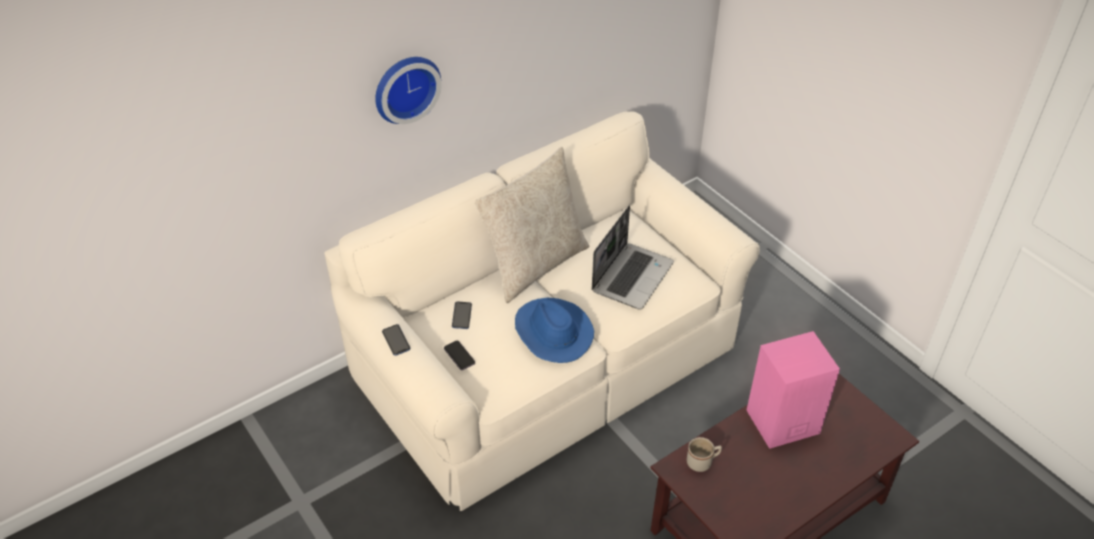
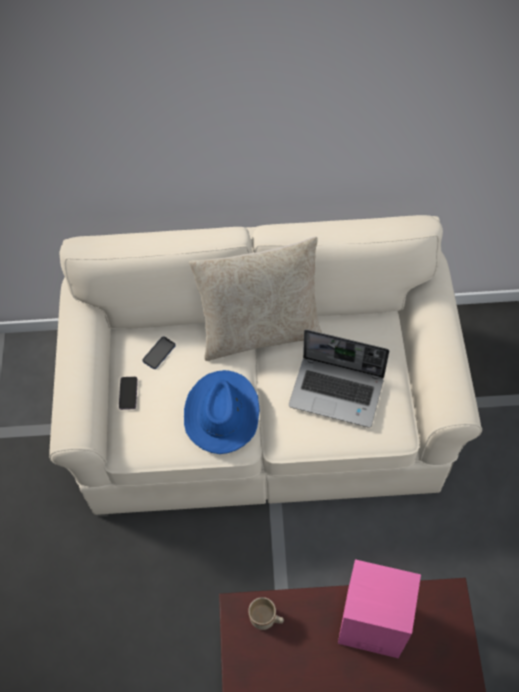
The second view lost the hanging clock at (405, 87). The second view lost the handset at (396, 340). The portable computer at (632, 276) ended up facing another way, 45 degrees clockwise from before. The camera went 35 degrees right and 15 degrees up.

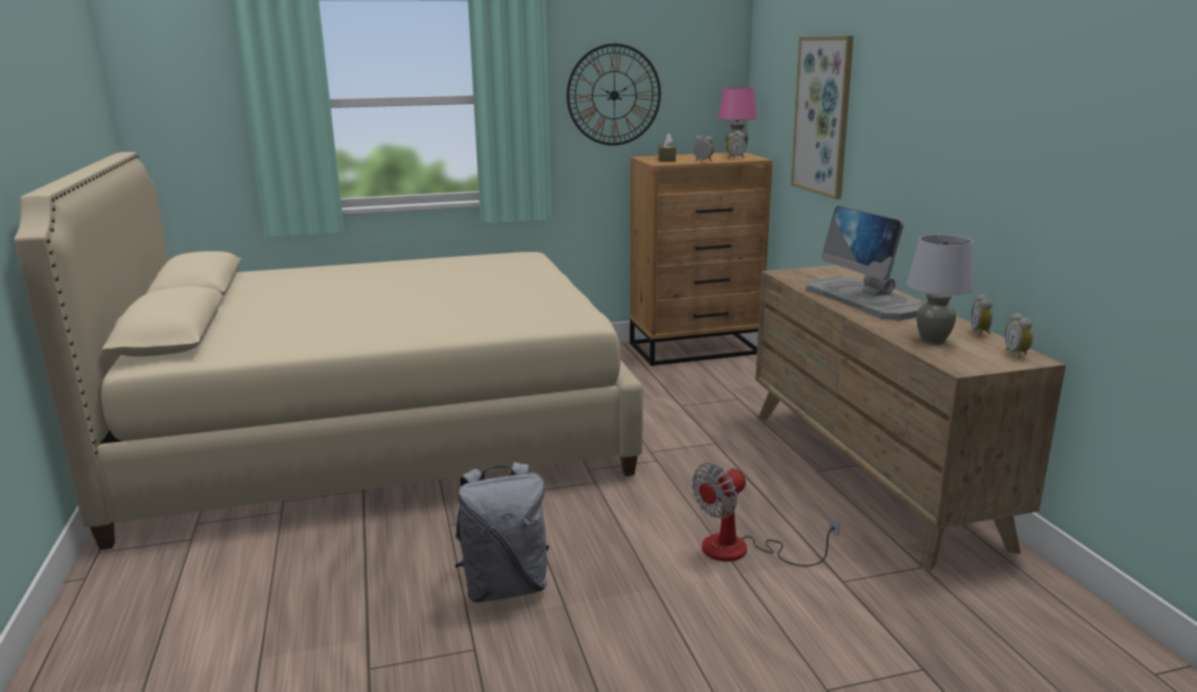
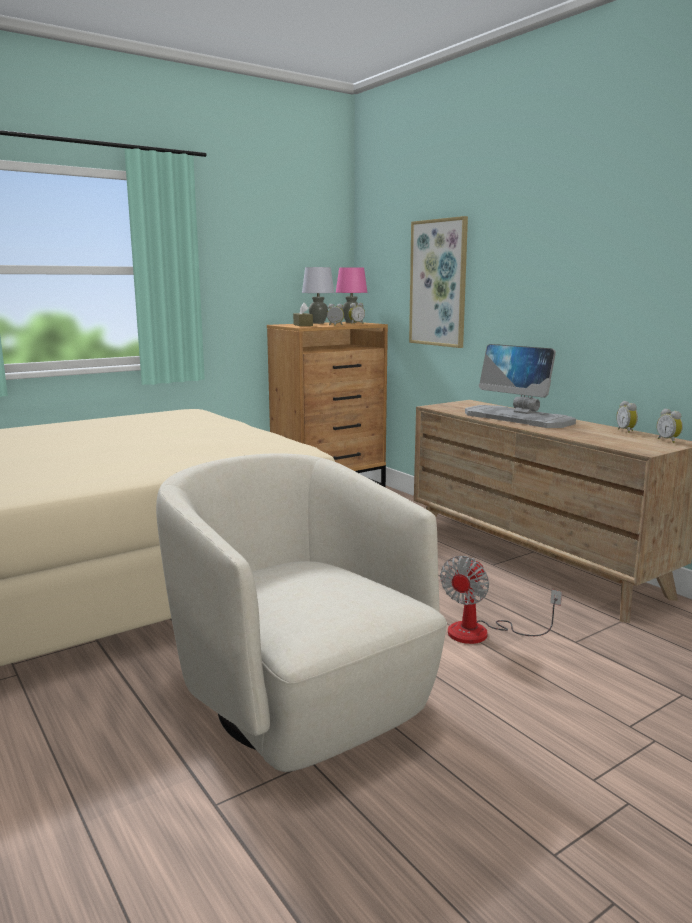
Where the backpack (greyish) stood at (505, 587), the easy chair (sand-coloured) came to stand at (301, 700). The second view lost the hanging clock at (614, 95). The table lamp (greyish) ended up elsewhere, having gone from (933, 341) to (318, 323). The camera went 20 degrees left and 5 degrees down.

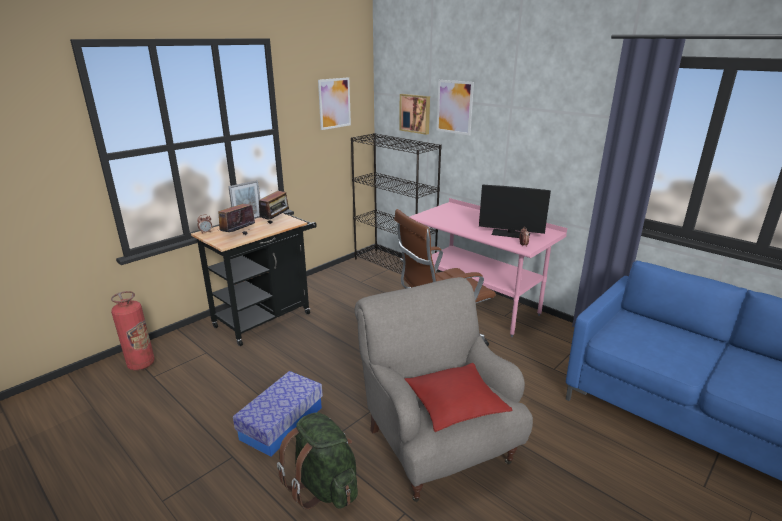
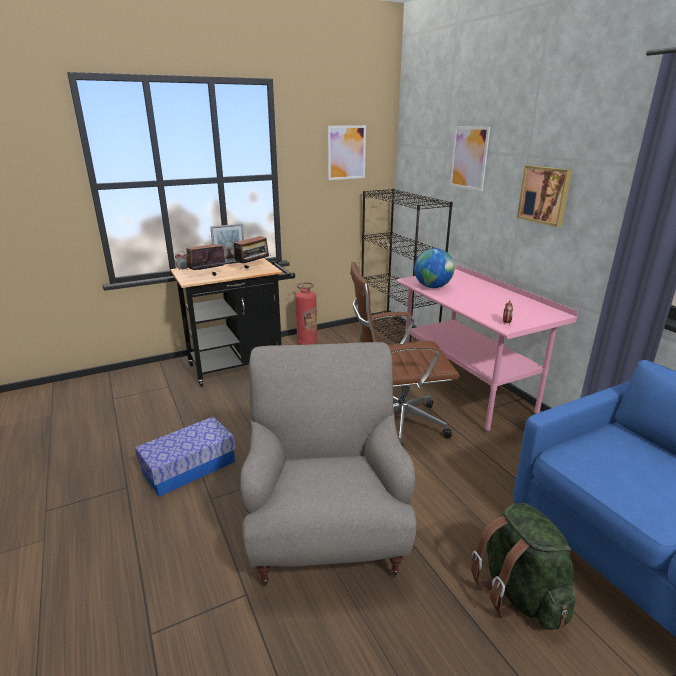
The fire extinguisher ended up elsewhere, having gone from (141, 364) to (307, 344). The backpack (green-coloured) ended up elsewhere, having gone from (324, 486) to (519, 593). The wall art ended up elsewhere, having gone from (415, 113) to (545, 195). The second view lost the cushion (red) at (455, 404). The second view lost the computer display at (510, 234). The second view gained the desk globe at (432, 287). The camera went 20 degrees right and 0 degrees up.

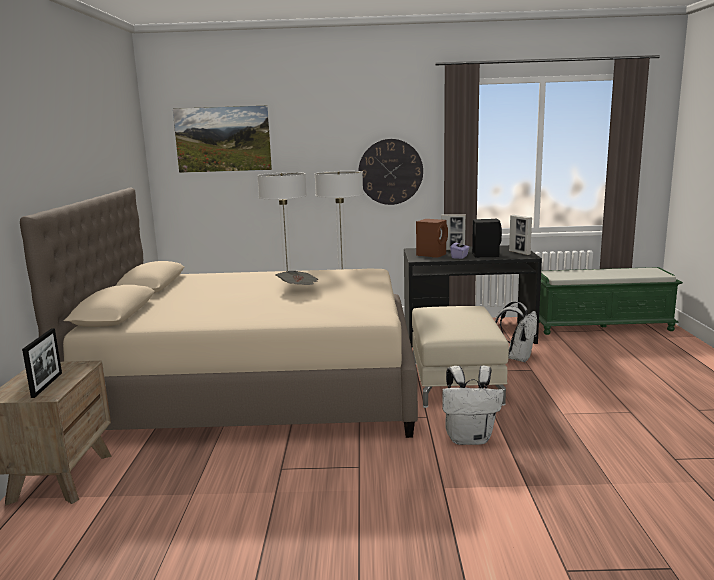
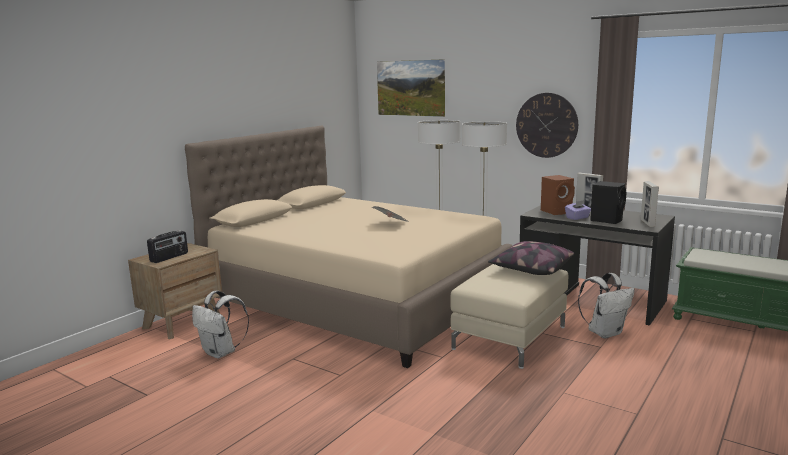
Where the photo frame stood at (47, 385), the radio receiver came to stand at (169, 257). The backpack (white-coloured) ended up elsewhere, having gone from (469, 438) to (221, 352). The second view gained the cushion at (531, 270). The camera went 35 degrees right and 0 degrees up.

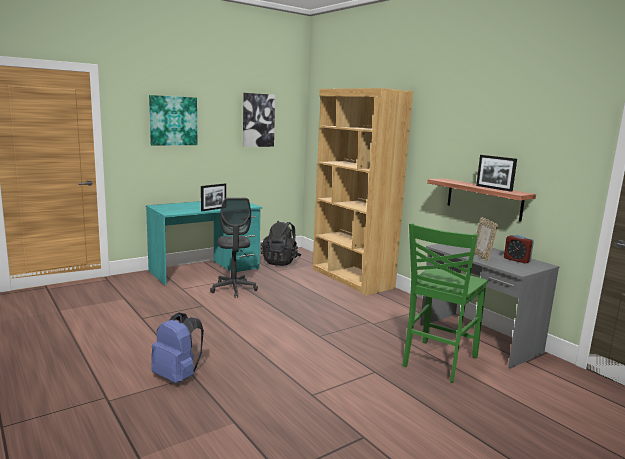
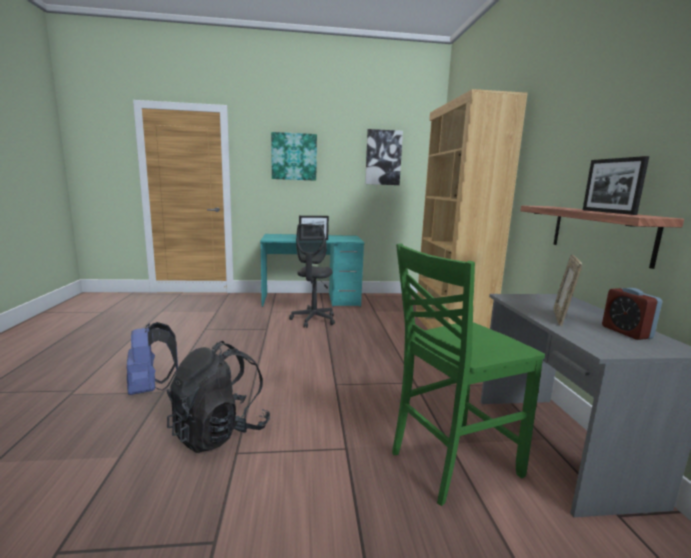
The backpack (black) ended up elsewhere, having gone from (280, 262) to (220, 432). The camera went 30 degrees right and 0 degrees up.

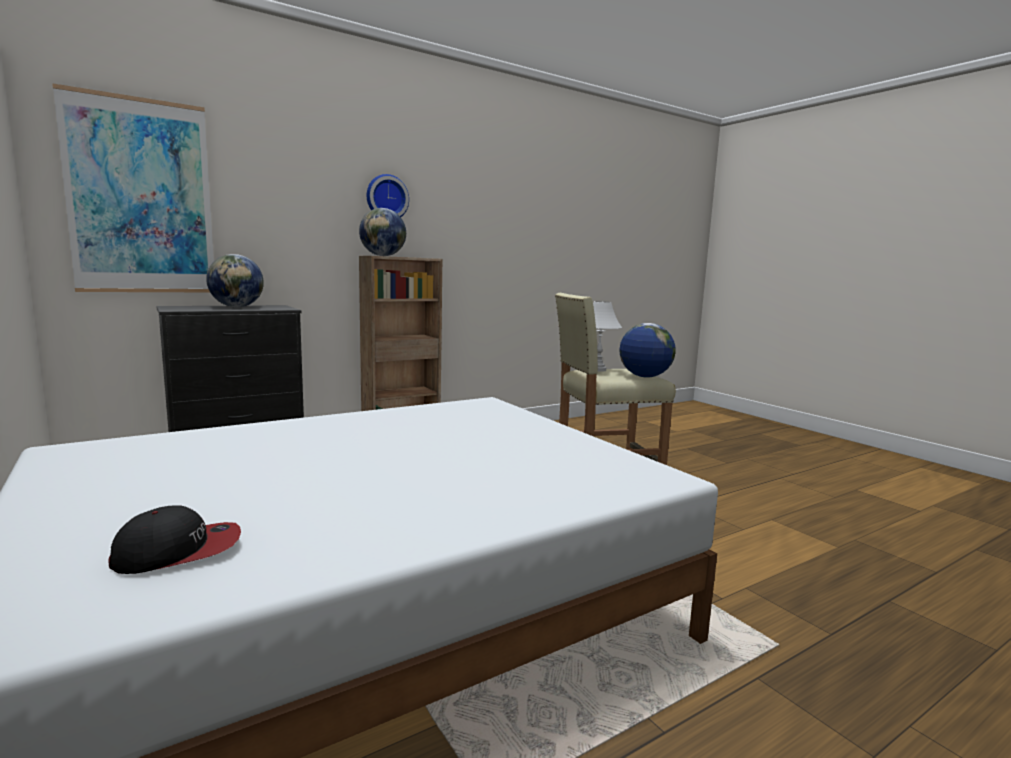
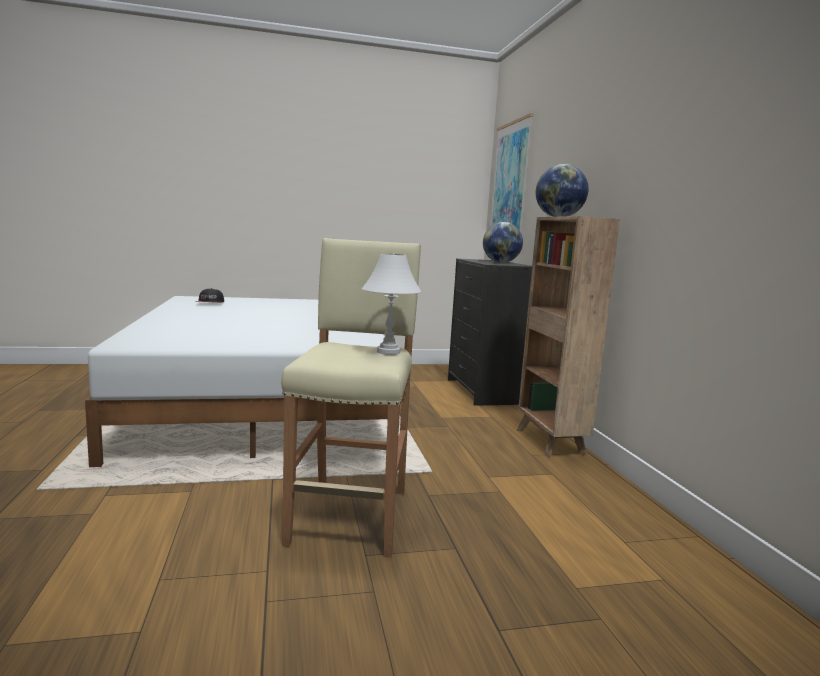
The second view lost the hanging clock at (386, 198). The second view lost the desk globe at (644, 377). The camera went 110 degrees right and 0 degrees up.

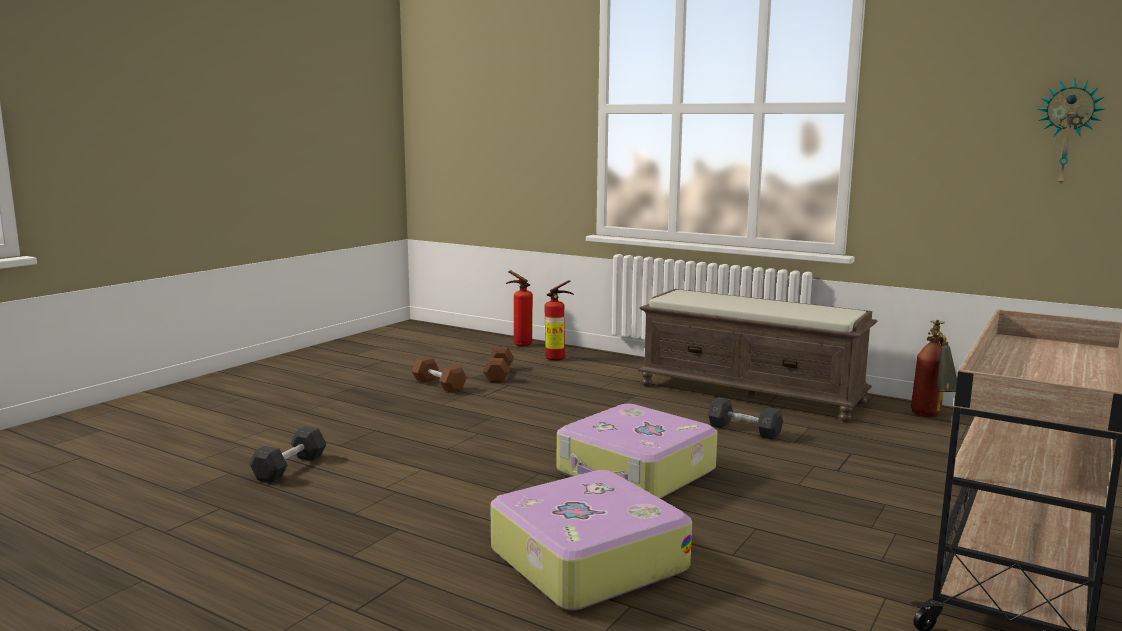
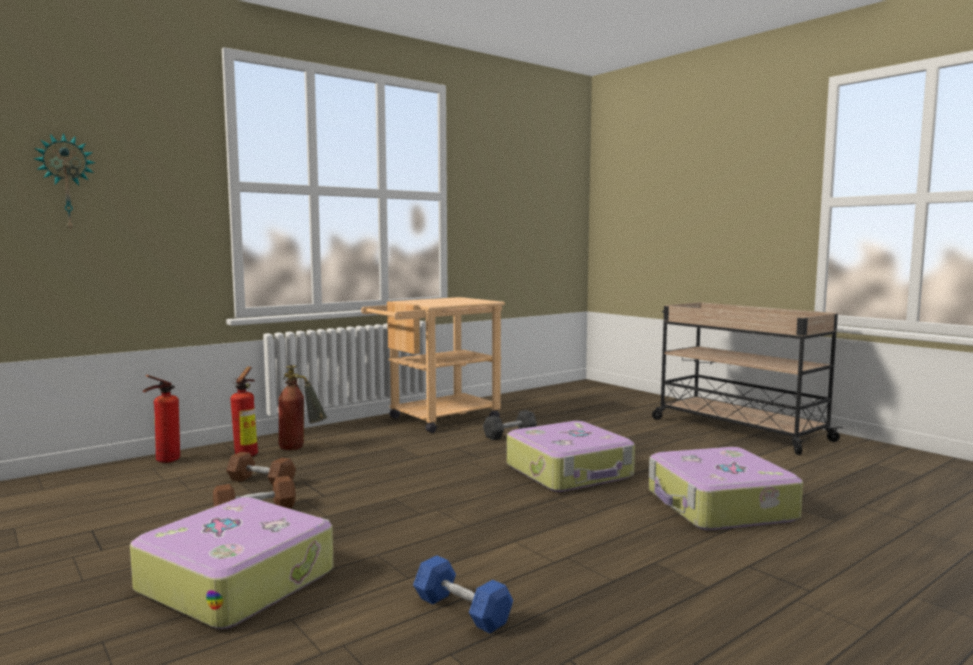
What was the hand weight (greyish) at (290, 467) turned into the hand weight (bluish) at (462, 610). Where the long seat (brown-coloured) stood at (752, 393), the cart (sand-coloured) came to stand at (436, 420). The fire extinguisher ended up elsewhere, having gone from (931, 417) to (301, 448). The hanging clock ended up elsewhere, having gone from (1067, 133) to (66, 183). The second view gained the travel case at (237, 580). The camera went 70 degrees left and 5 degrees down.

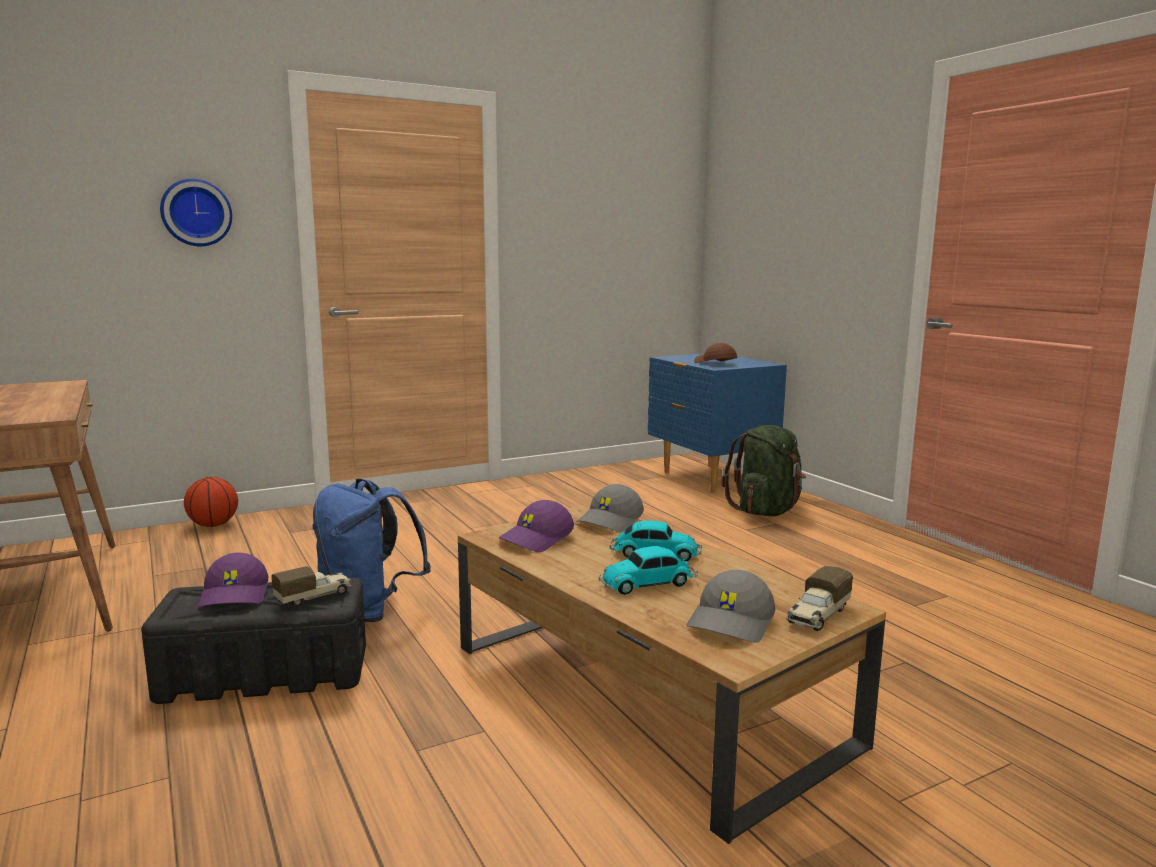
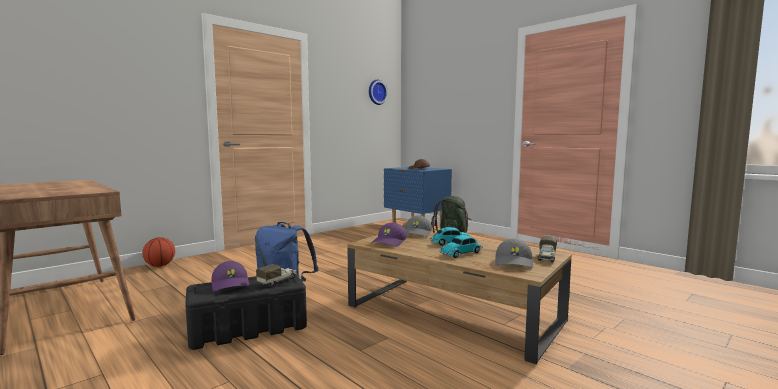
The hanging clock ended up elsewhere, having gone from (196, 213) to (376, 92). The camera went 15 degrees left and 5 degrees down.

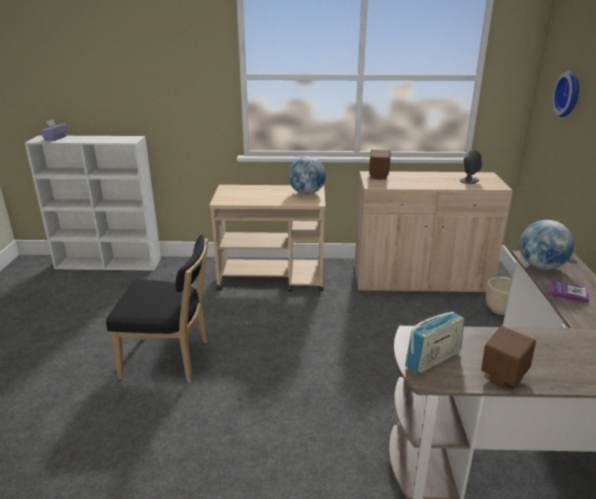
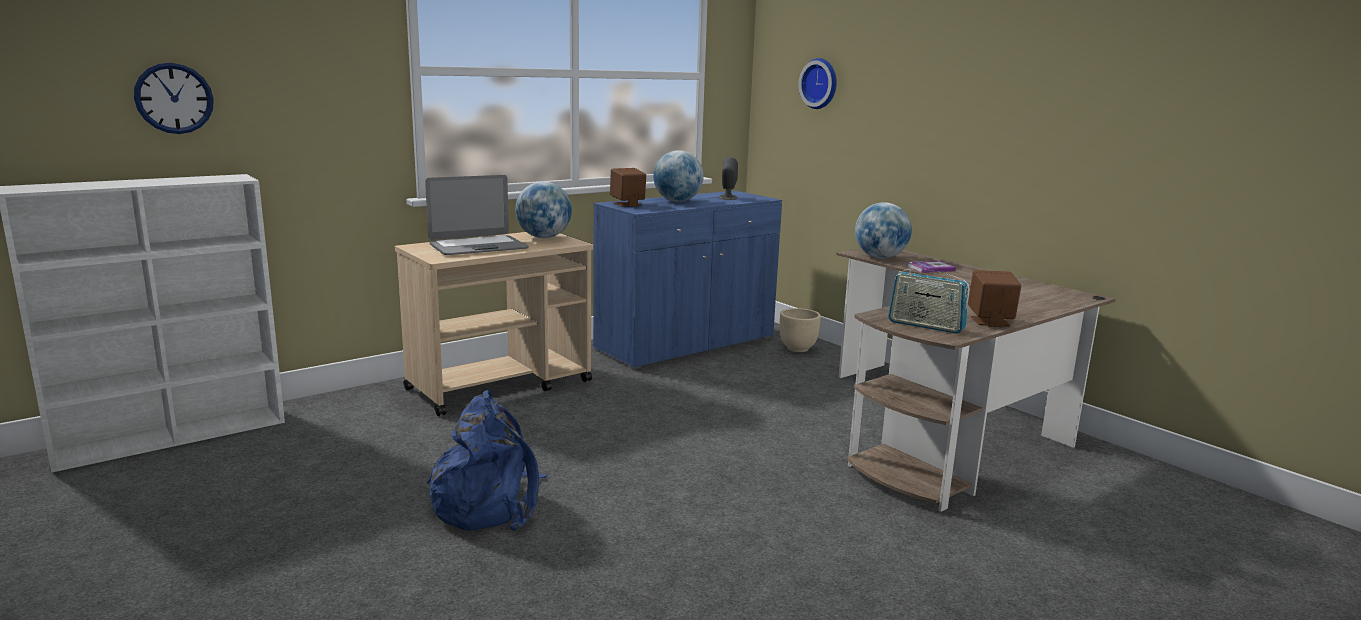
The second view lost the tissue box (purple-coloured) at (55, 138). Where the plain chair (black) stood at (170, 360), the backpack (bluish) came to stand at (490, 503). What was the cabinet (sand-coloured) at (420, 280) turned into the cabinet (bluish) at (686, 344). The radio receiver at (433, 359) ended up facing another way, 105 degrees clockwise from before. The second view gained the hanging clock at (174, 98). The second view gained the portable computer at (478, 247). The second view gained the desk globe at (677, 201). The camera went 40 degrees left and 10 degrees down.

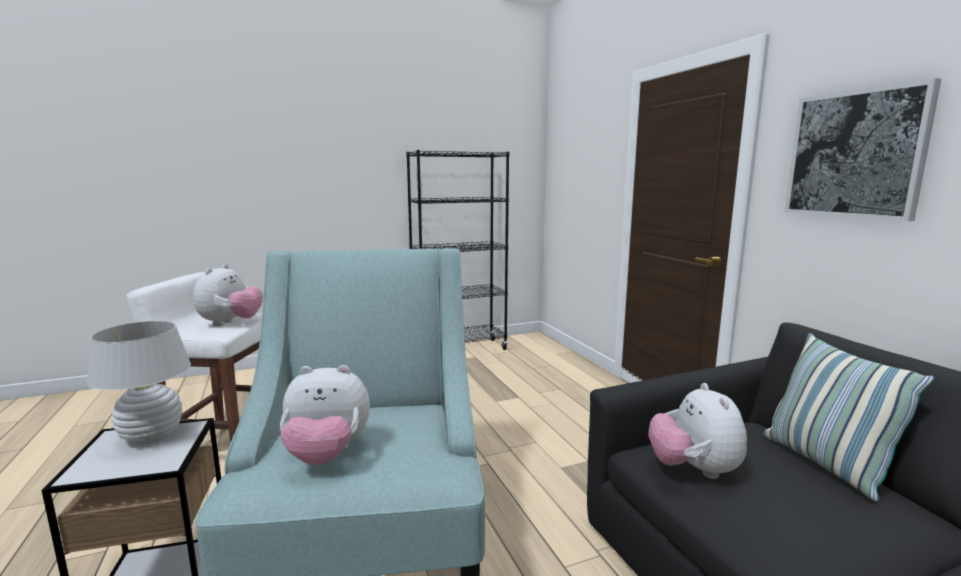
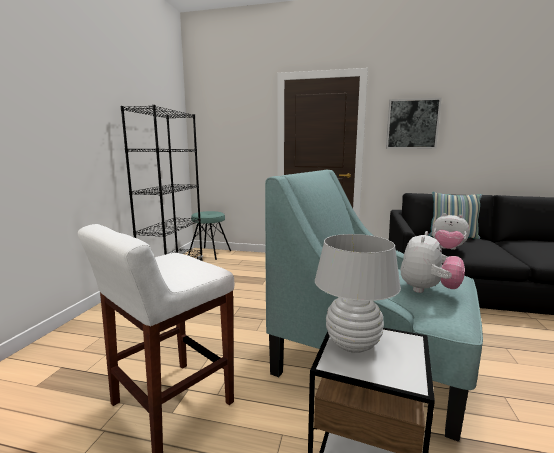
The second view lost the cuddly toy at (230, 323). The second view gained the stool (turquoise) at (210, 253). The camera went 55 degrees left and 0 degrees up.

